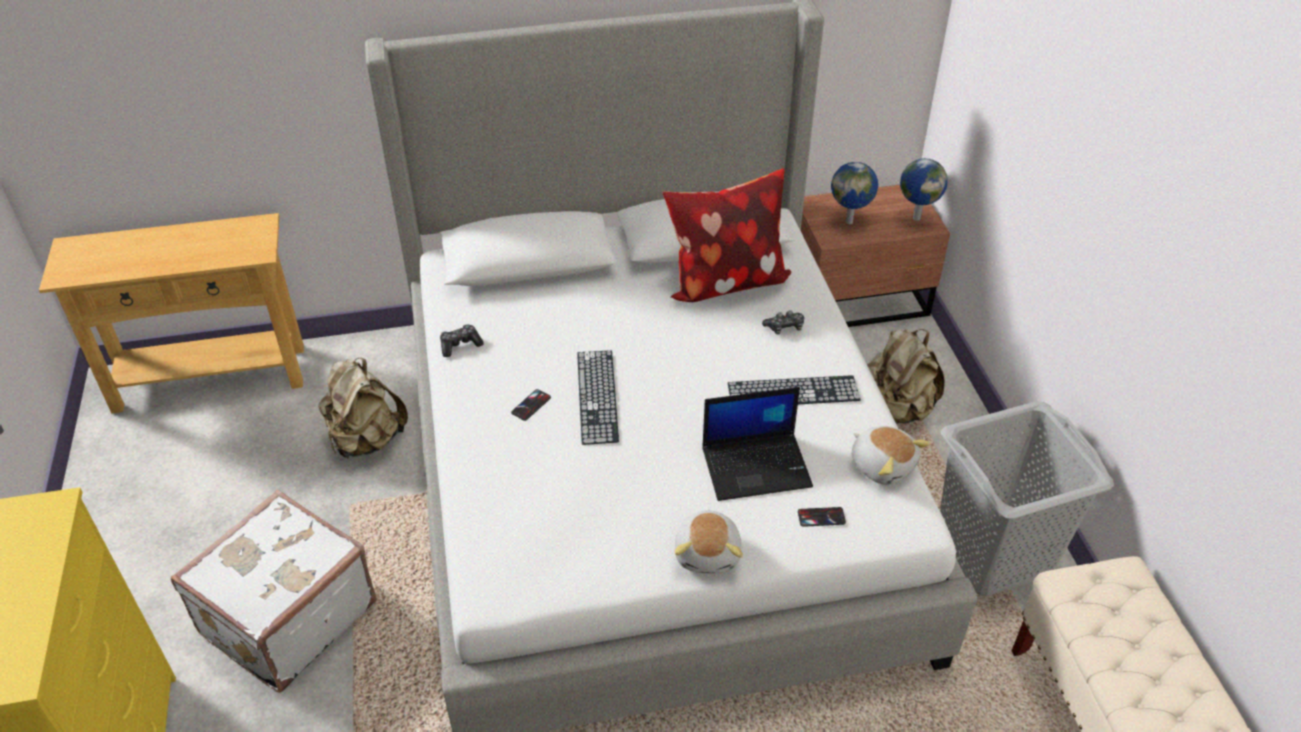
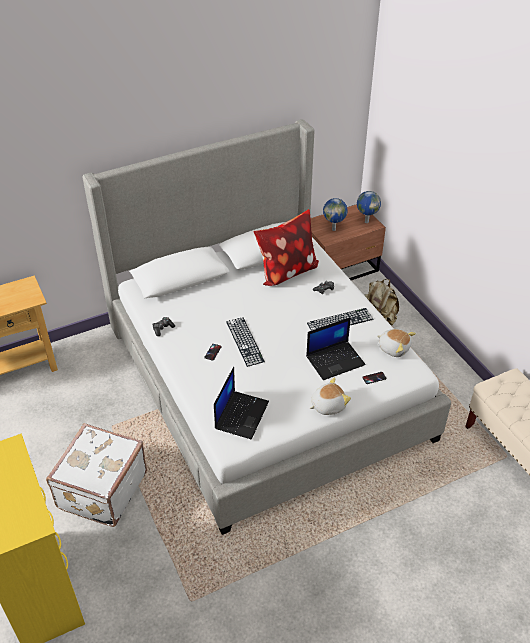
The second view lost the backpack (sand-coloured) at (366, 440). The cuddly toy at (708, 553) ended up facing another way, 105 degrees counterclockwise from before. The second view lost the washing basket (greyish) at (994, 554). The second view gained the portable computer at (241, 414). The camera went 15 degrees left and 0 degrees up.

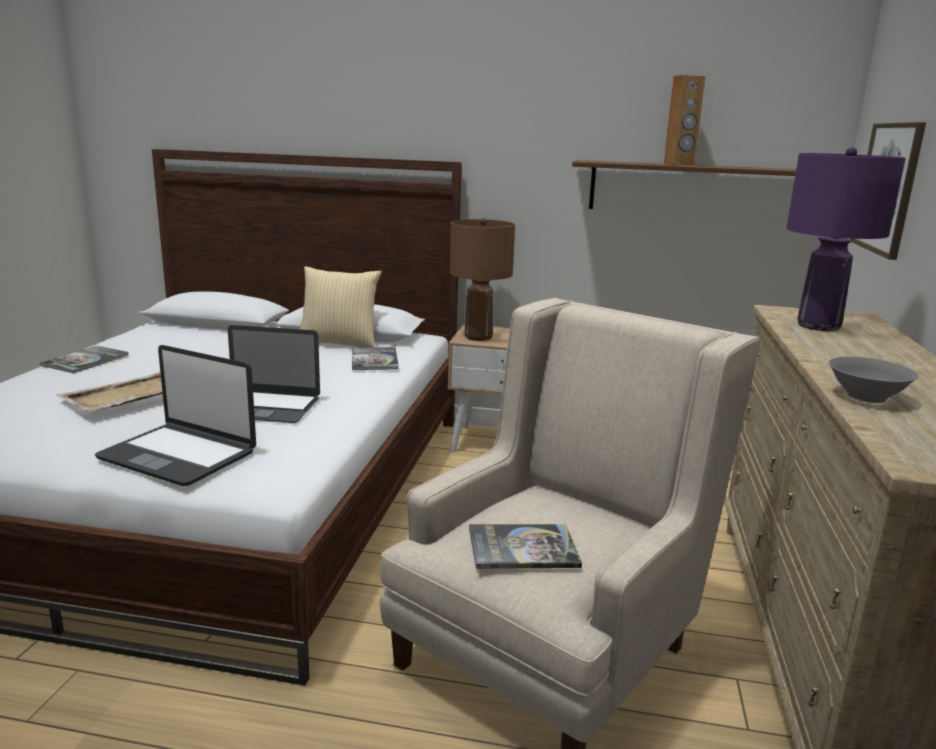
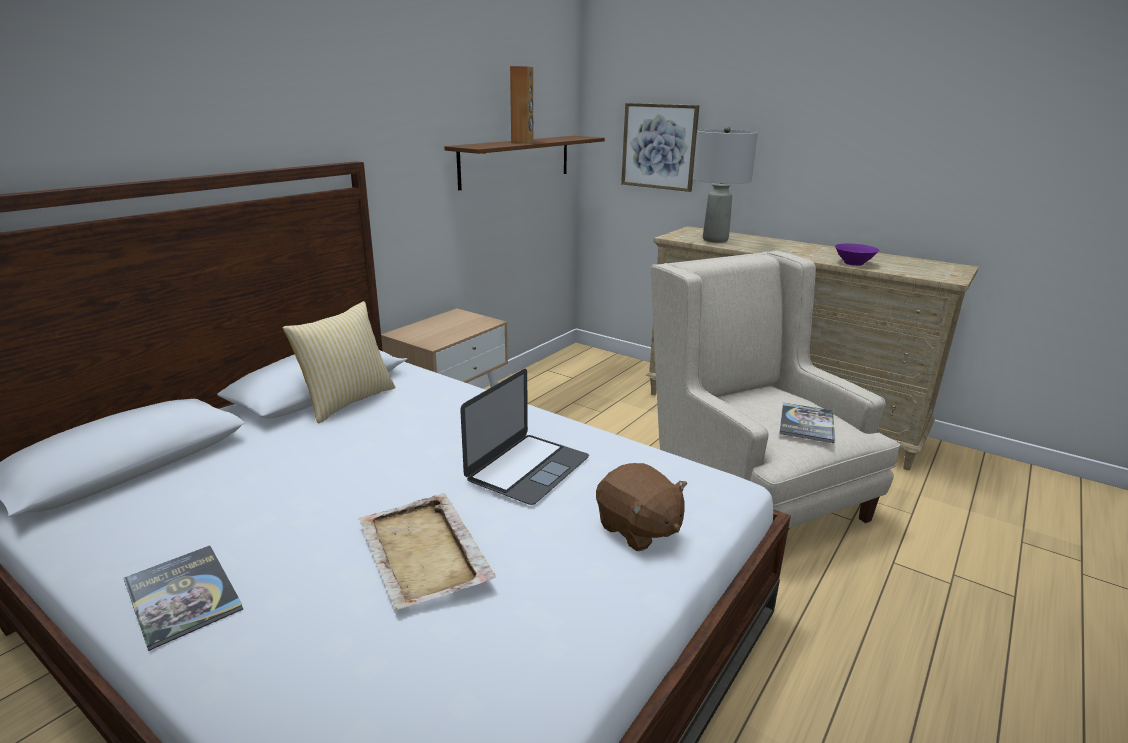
Where the portable computer stood at (179, 455), the cuddly toy (brown-coloured) came to stand at (638, 529). The second view lost the volume at (374, 360). The second view lost the table lamp (brown-coloured) at (478, 337). What was the table lamp (purple-coloured) at (817, 326) turned into the table lamp (greyish) at (714, 240). What was the deep dish (greyish) at (867, 397) turned into the deep dish (purple-coloured) at (854, 263). The camera went 65 degrees left and 5 degrees up.

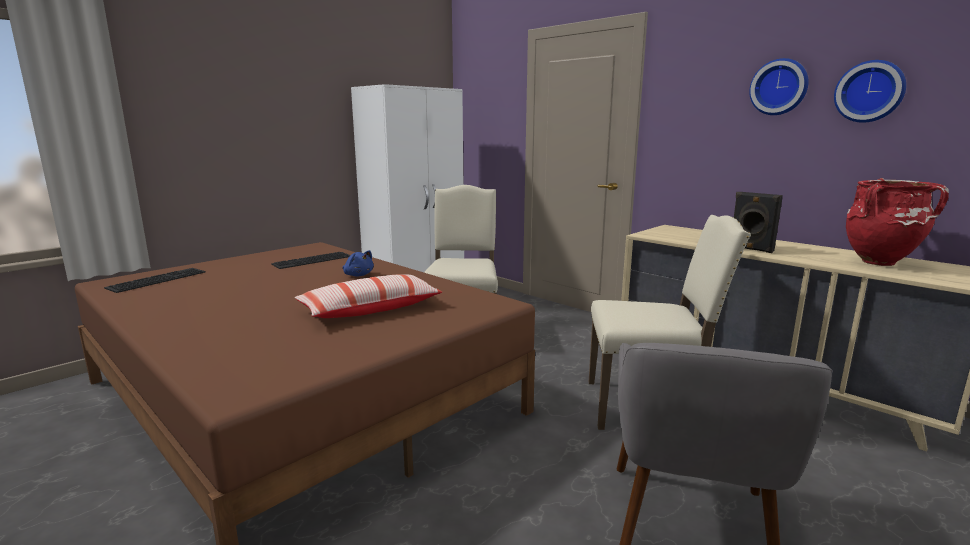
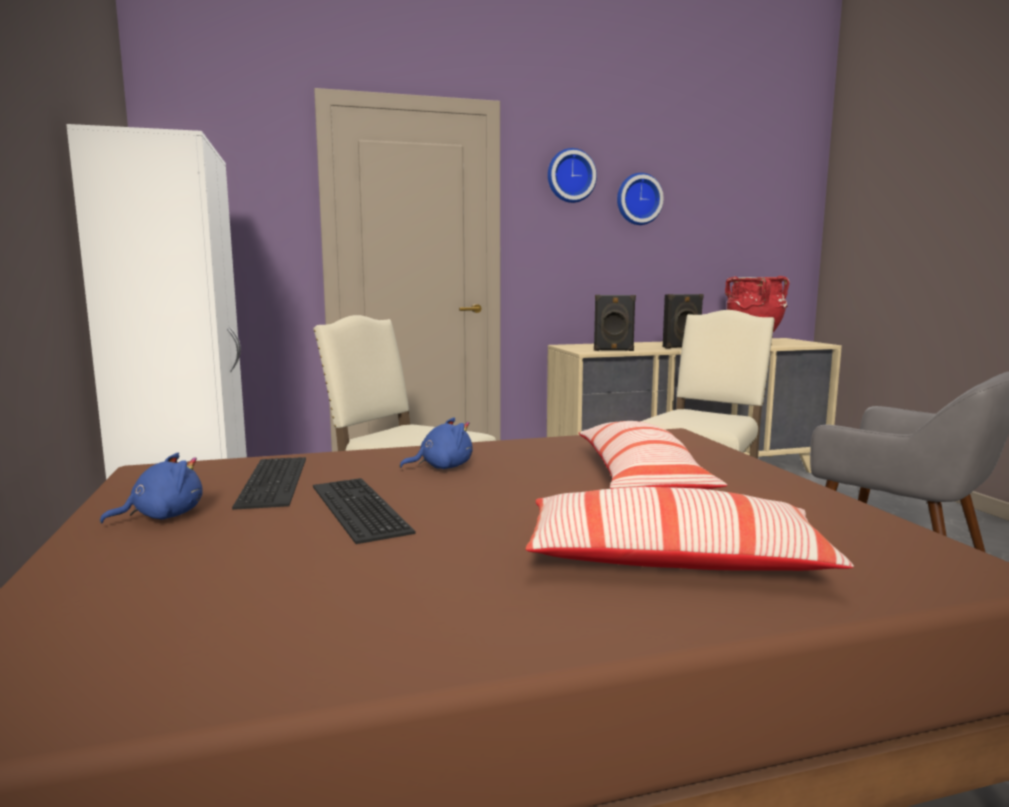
The keyboard ended up elsewhere, having gone from (157, 279) to (355, 508). The hanging clock ended up elsewhere, having gone from (869, 91) to (570, 176). The second view gained the cuddly toy (bluish) at (162, 516). The second view gained the cushion at (673, 561). The second view gained the audio speaker (black) at (613, 350). The camera went 60 degrees left and 5 degrees down.

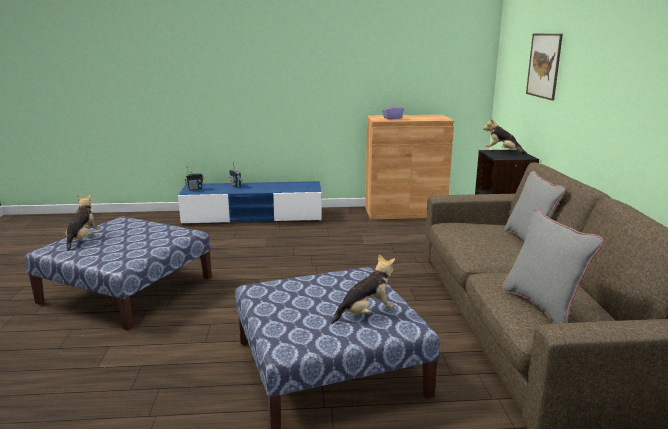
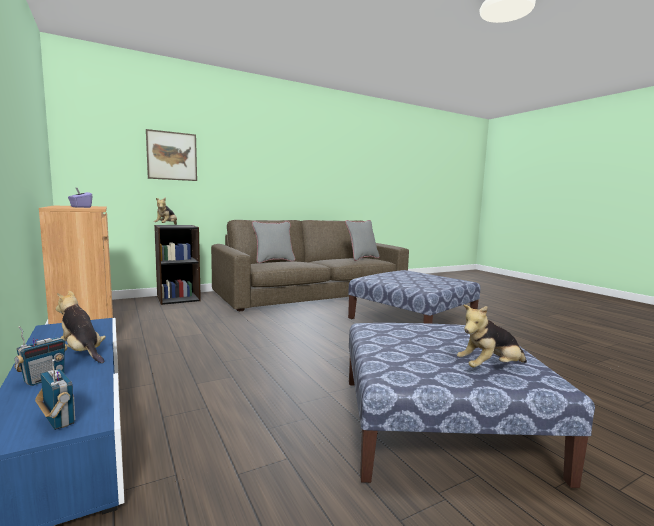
The cuddly toy ended up elsewhere, having gone from (365, 313) to (82, 352). The camera went 115 degrees left and 10 degrees down.

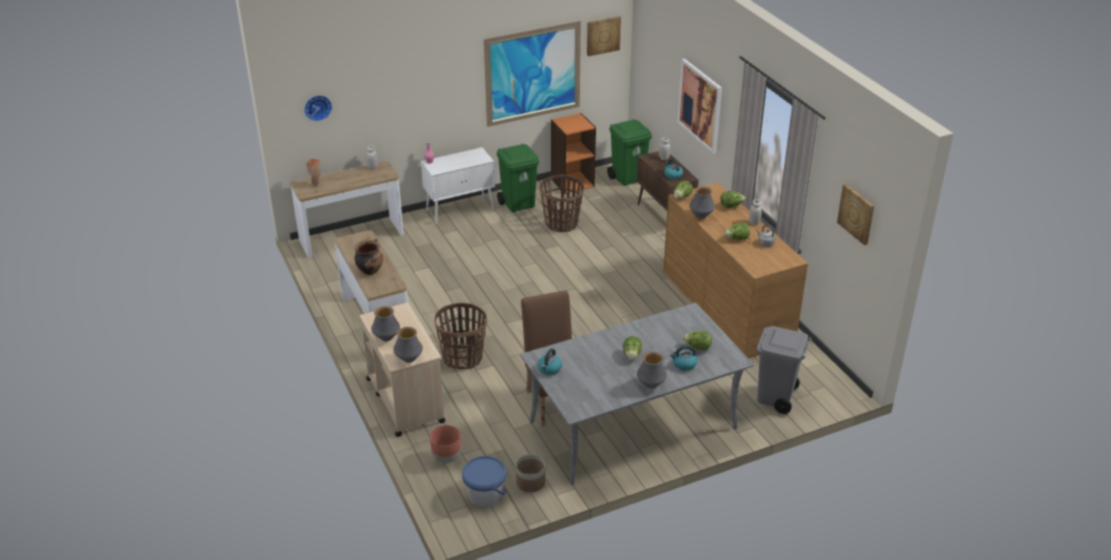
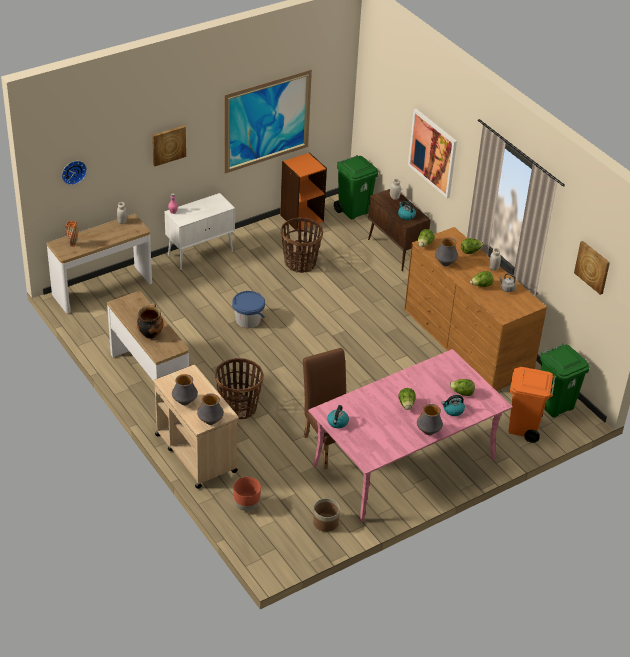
The water bucket (bluish) ended up elsewhere, having gone from (485, 495) to (248, 320). The trash can (green-coloured) ended up elsewhere, having gone from (518, 204) to (555, 405). What was the dinner table (greyish) at (633, 424) turned into the dinner table (pinkish) at (404, 462). The wall art ended up elsewhere, having gone from (603, 35) to (168, 145). What was the trash can (greyish) at (776, 398) turned into the trash can (orange-coloured) at (524, 428). The camera went 10 degrees left and 5 degrees up.

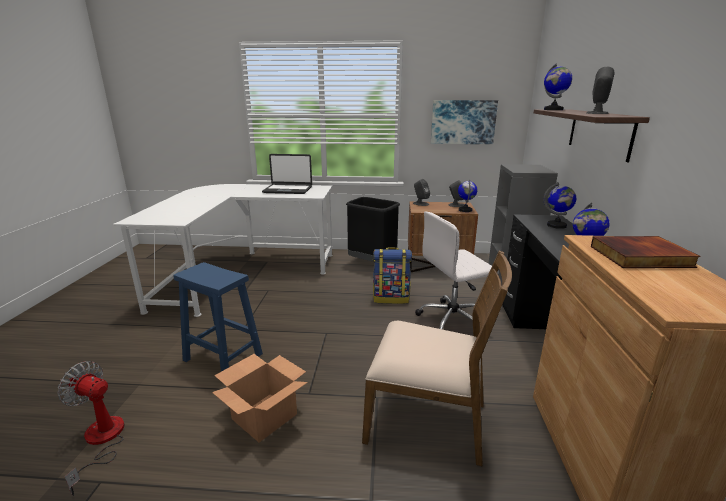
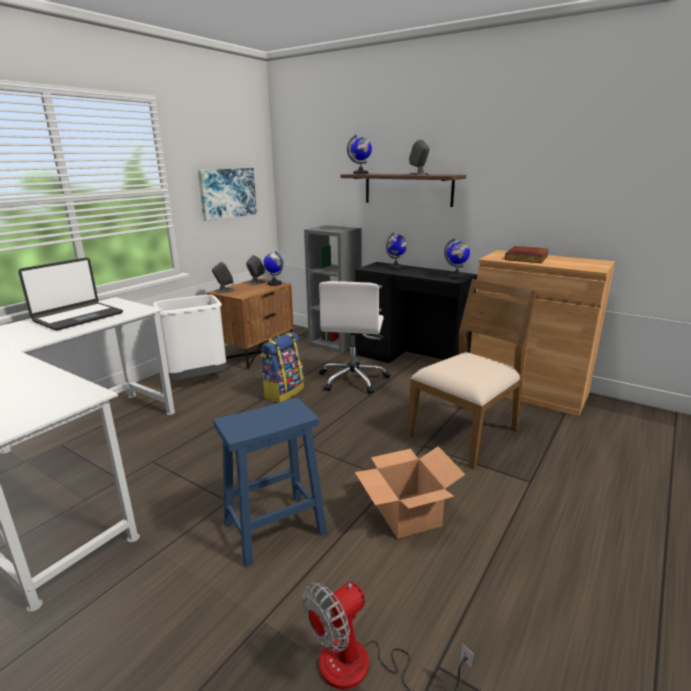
What was the trash can (black) at (372, 263) turned into the trash can (white-coloured) at (197, 379). The camera went 60 degrees left and 0 degrees up.

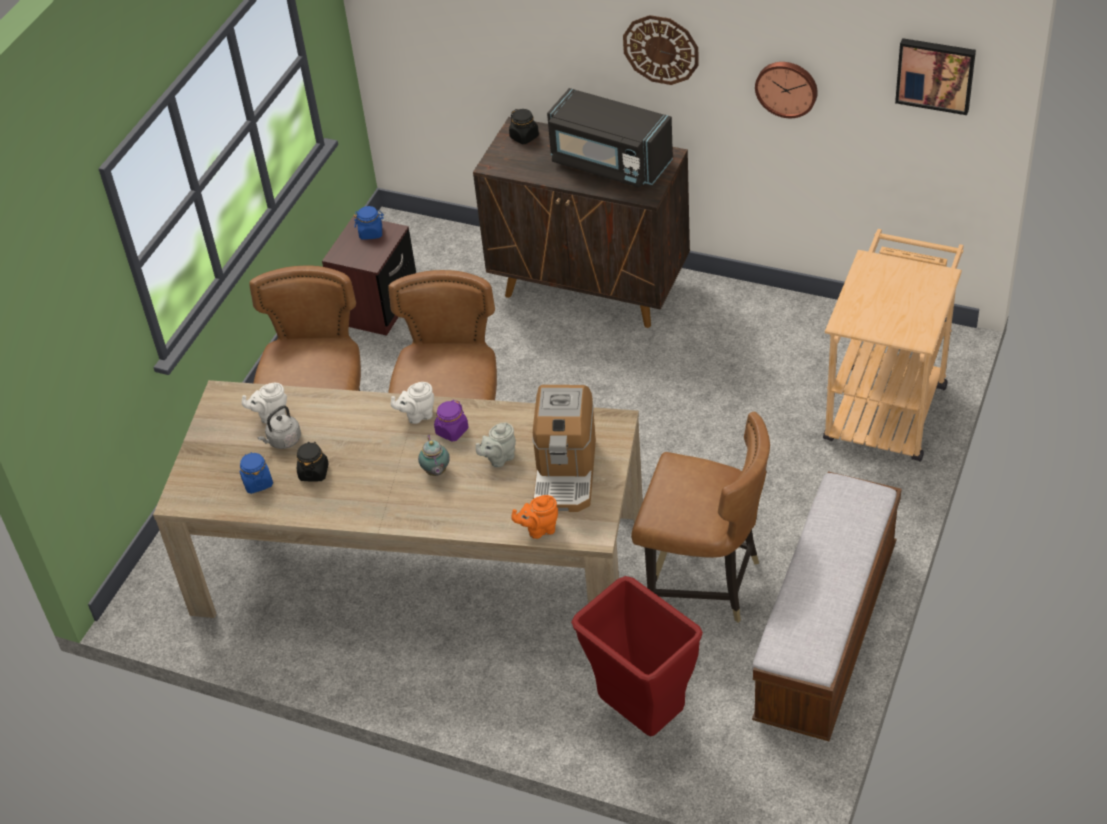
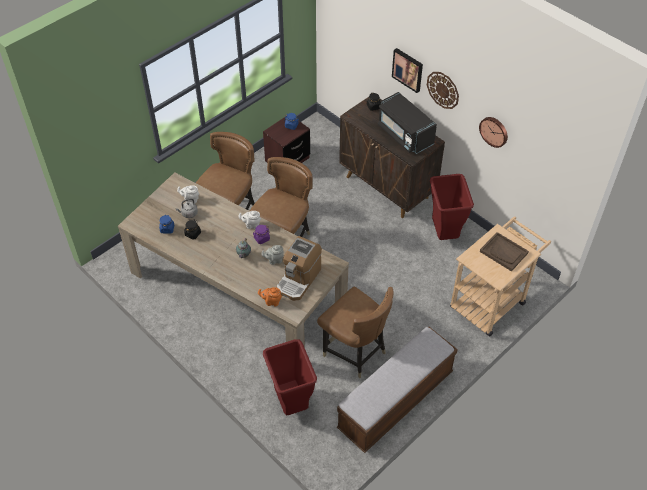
The wall art ended up elsewhere, having gone from (935, 74) to (408, 69). The second view gained the trash can (red) at (445, 234). The second view gained the tray (brown-coloured) at (504, 252). The camera went 20 degrees right and 5 degrees up.

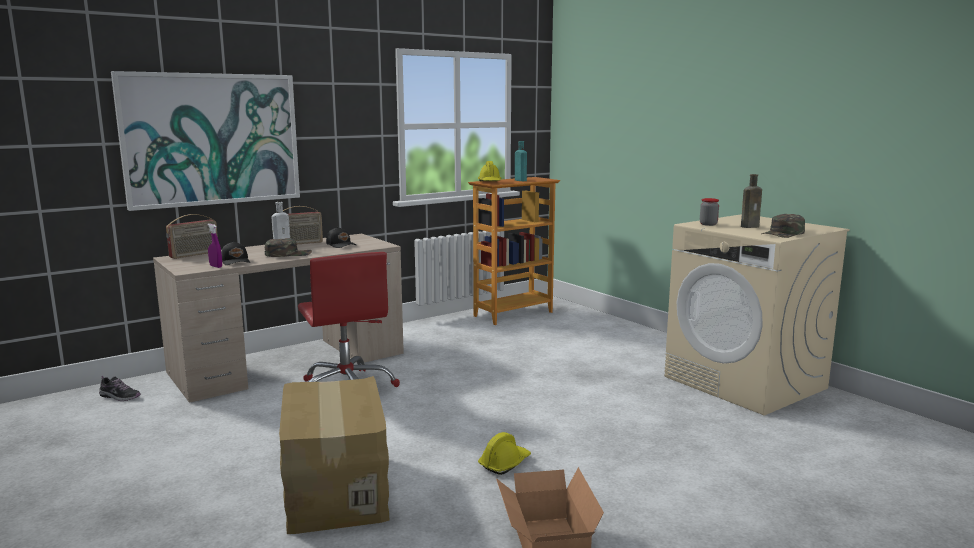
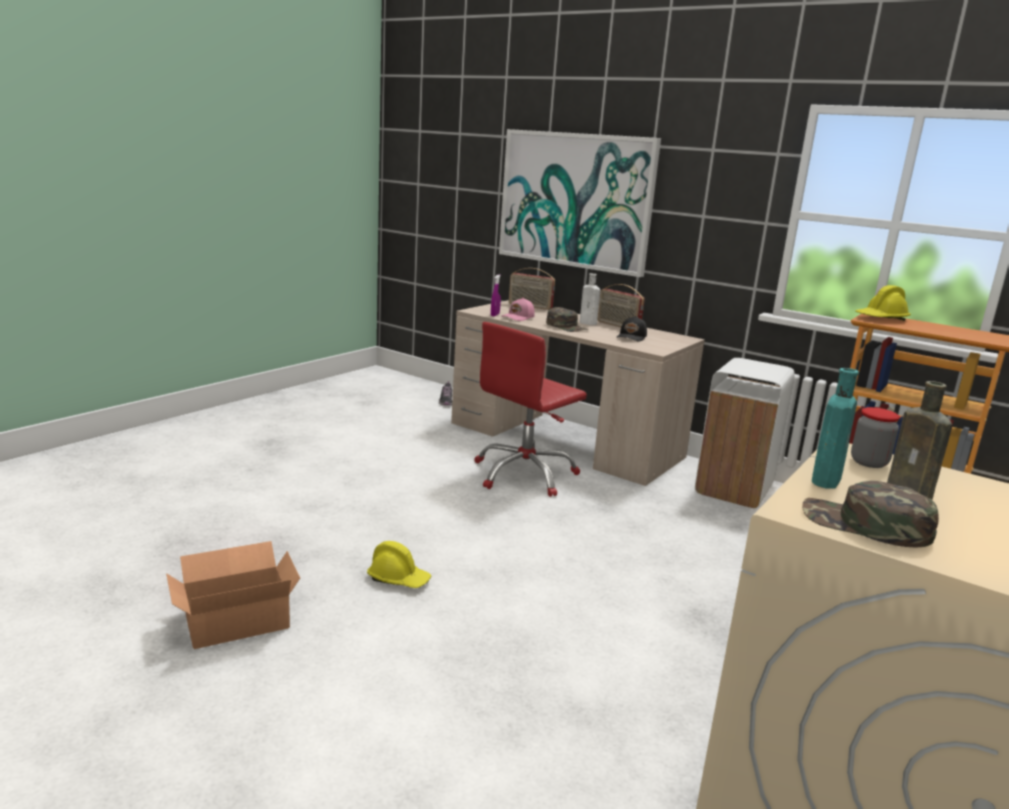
What was the peaked cap (black) at (236, 261) turned into the peaked cap (pinkish) at (518, 317). The second view lost the packing box at (334, 490). The bottle (turquoise) ended up elsewhere, having gone from (520, 180) to (826, 479). The second view gained the trash can (white-coloured) at (732, 490). The camera went 70 degrees right and 5 degrees up.

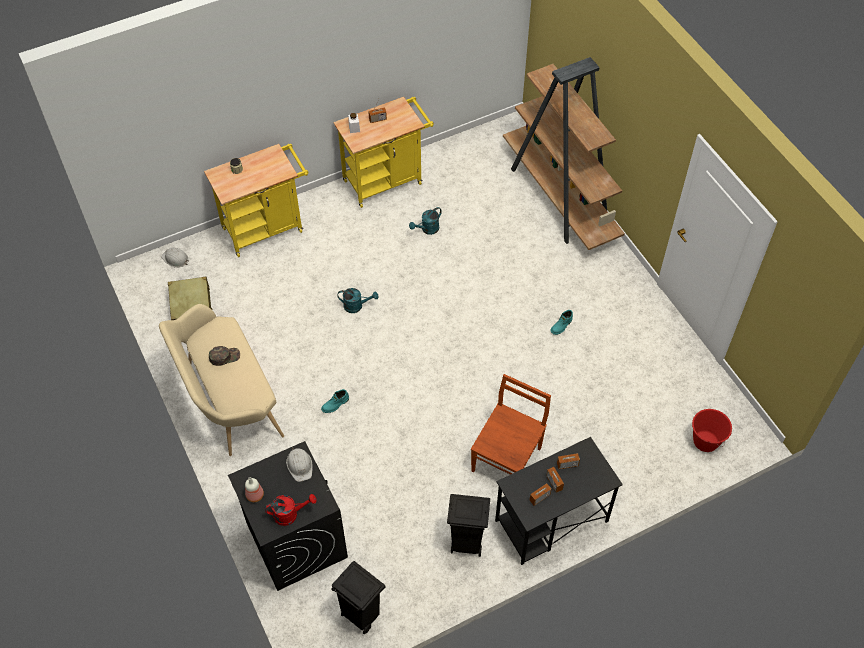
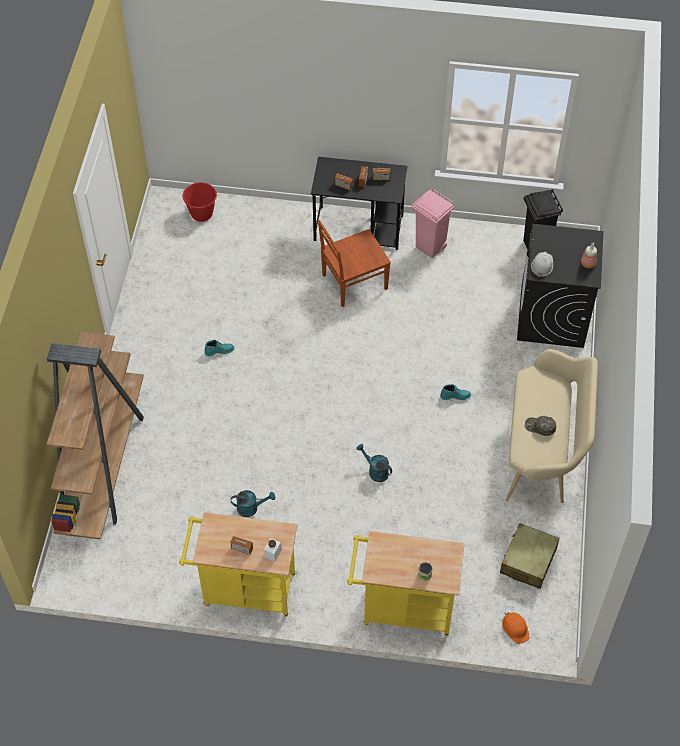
What was the work helmet (white-coloured) at (175, 259) turned into the work helmet (orange-coloured) at (515, 628). The second view lost the watering can (red) at (290, 514). What was the trash can (black) at (466, 544) turned into the trash can (pinkish) at (430, 247). The camera went 145 degrees left and 0 degrees up.

